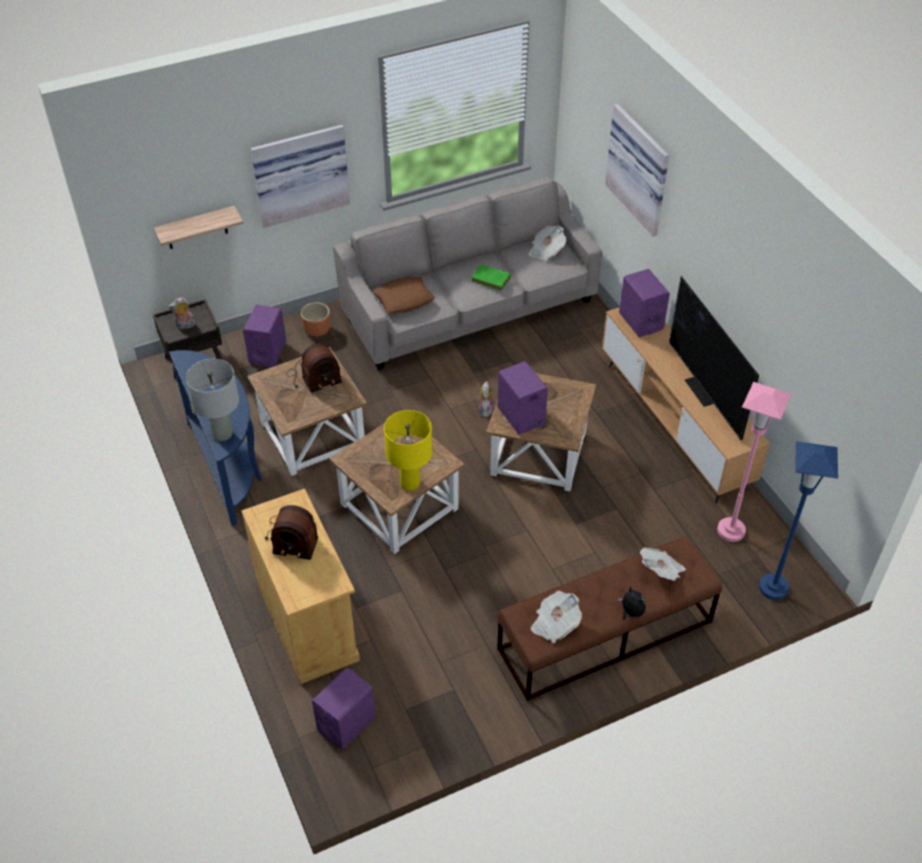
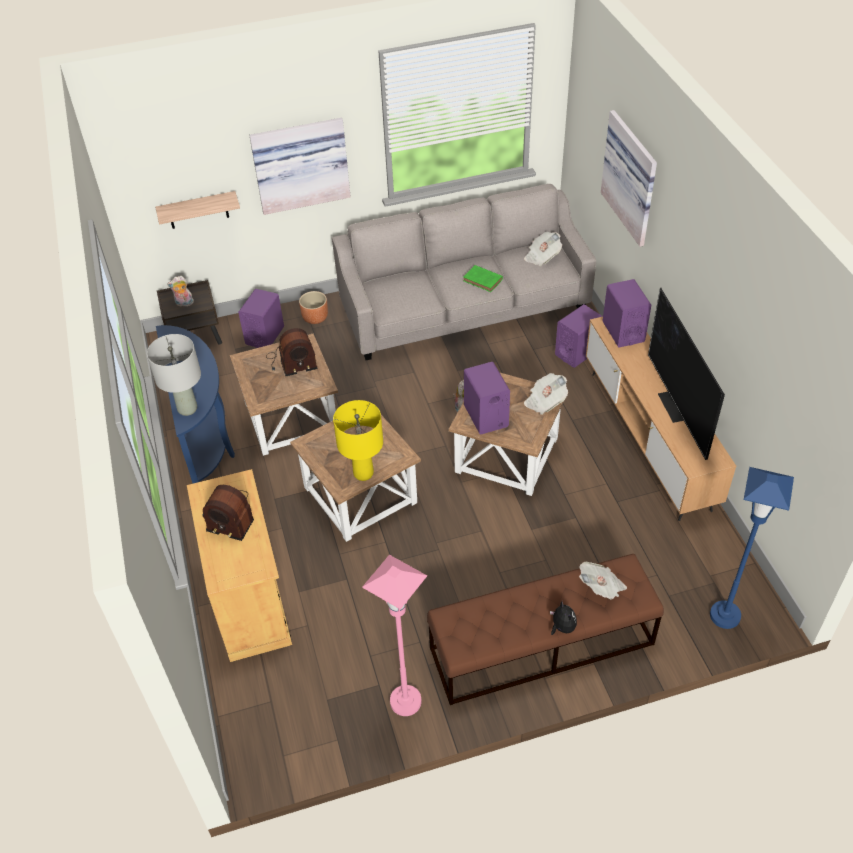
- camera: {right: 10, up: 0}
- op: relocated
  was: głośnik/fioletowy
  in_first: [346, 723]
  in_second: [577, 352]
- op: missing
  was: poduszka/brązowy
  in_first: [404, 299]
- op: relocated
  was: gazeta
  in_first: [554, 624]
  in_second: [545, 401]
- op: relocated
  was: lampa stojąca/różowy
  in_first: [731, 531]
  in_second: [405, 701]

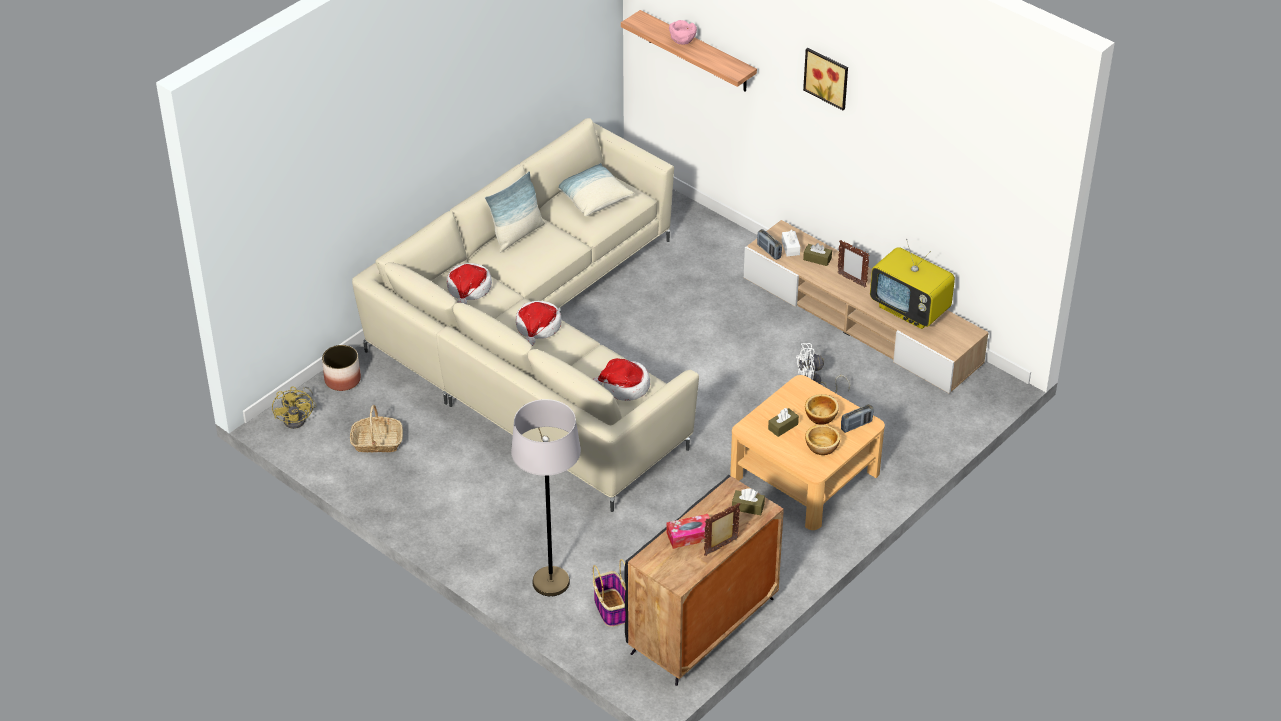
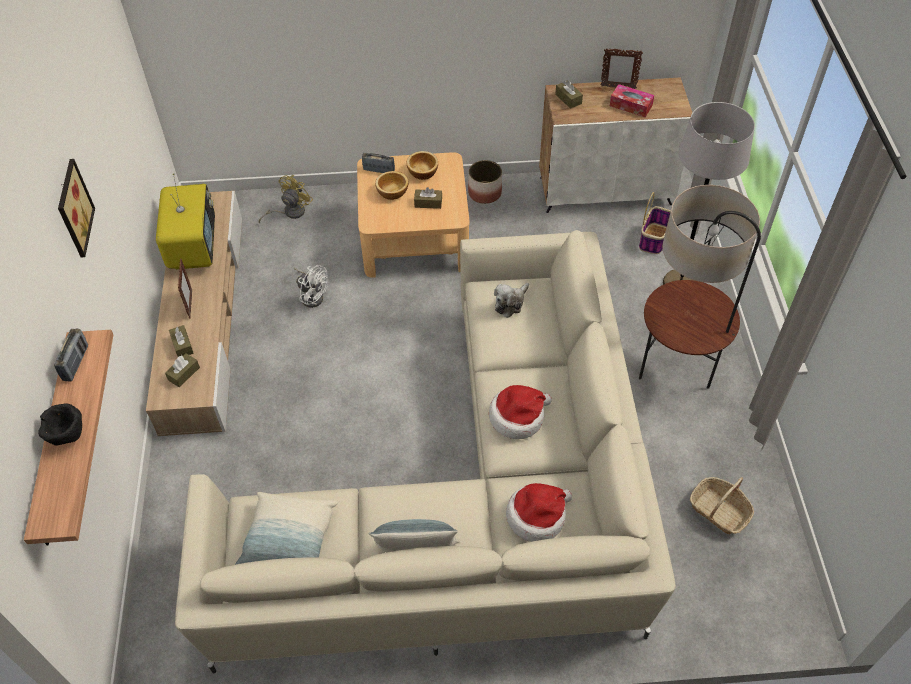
- camera: {right: -135, up: 10}
- op: relocated
  was: wentylator/żółty
  in_first: [298, 418]
  in_second: [290, 212]
- op: relocated
  was: donica
  in_first: [342, 379]
  in_second: [484, 193]
- op: exchanged
  was: kapelusz
  now: pluszak
  in_first: [624, 386]
  in_second: [510, 303]
- op: colour
  was: szafka/czarny
  now: szafka/biały
  in_first: [702, 627]
  in_second: [605, 190]
- op: colour
  was: miska/różowy
  now: miska/czarny
  in_first: [682, 42]
  in_second: [68, 436]
- op: relocated
  was: radio
  in_first: [769, 251]
  in_second: [76, 363]
- op: colour
  was: pudełko chusteczek/biały
  now: pudełko chusteczek/brązowy
  in_first: [790, 247]
  in_second: [184, 374]
- op: appeared
  now: lampa stojąca
  in_second: [675, 372]

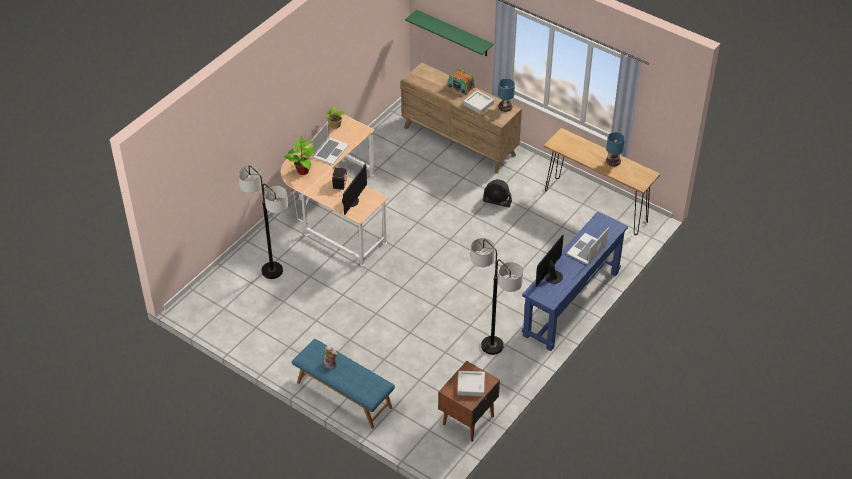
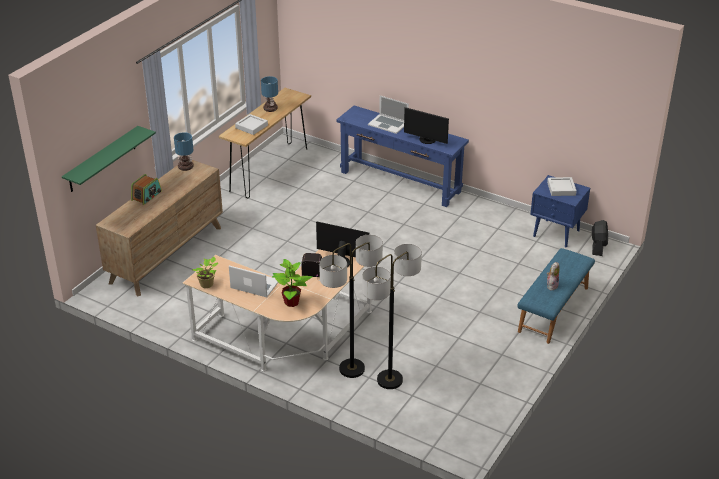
- camera: {right: -95, up: -10}
- op: colour
  was: szafka nocna/brązowy
  now: szafka nocna/niebieski
  in_first: [467, 420]
  in_second: [556, 233]
- op: relocated
  was: taca/szary
  in_first: [478, 104]
  in_second: [251, 126]
- op: relocated
  was: lampa stojąca
  in_first: [492, 346]
  in_second: [352, 369]
- op: relocated
  was: wentylator/czarny
  in_first: [497, 201]
  in_second: [598, 247]

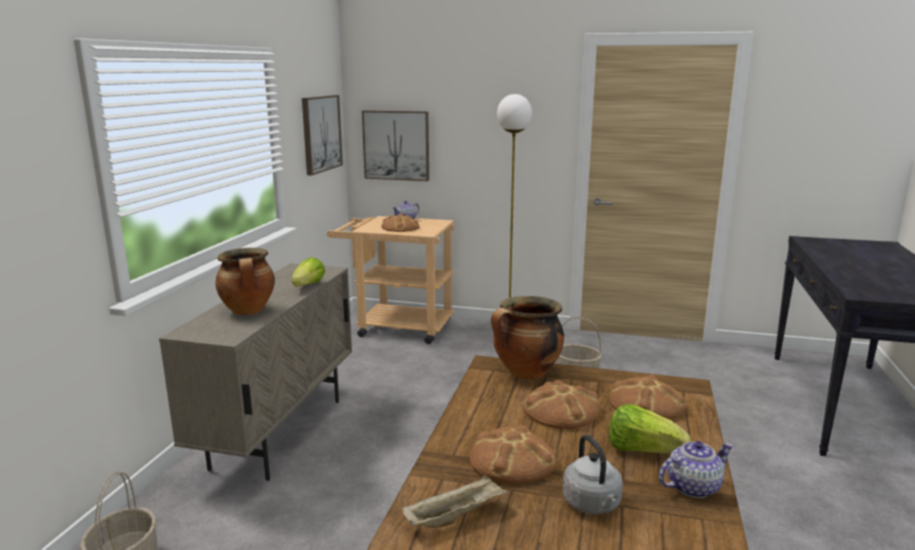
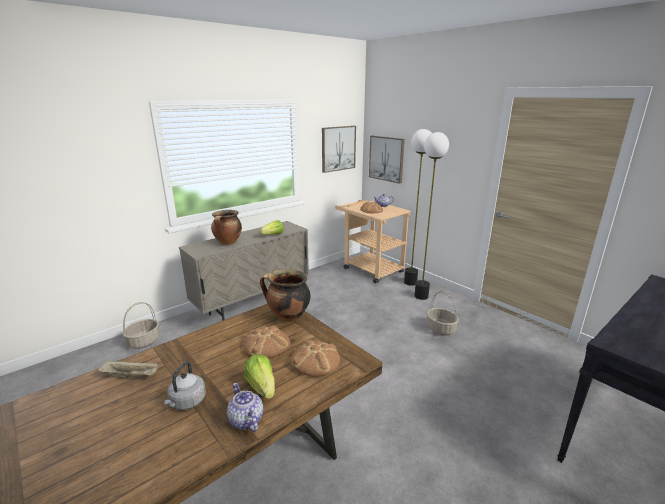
- camera: {right: 35, up: 5}
- op: missing
  was: chleb
  in_first: [512, 460]
- op: spun
  was: imbryk
  in_first: [692, 487]
  in_second: [246, 420]
  clockwise: -135
- op: appeared
  now: lampa stojąca
  in_second: [410, 282]

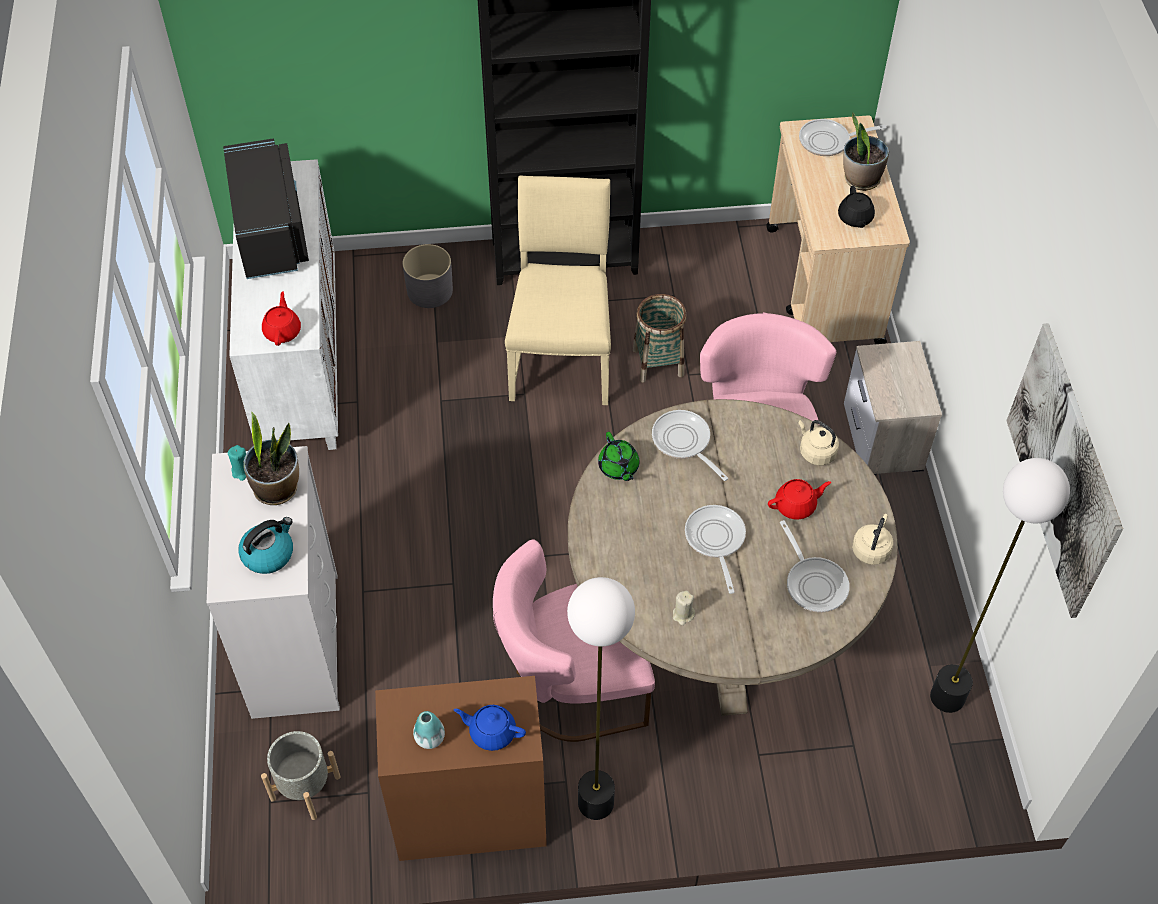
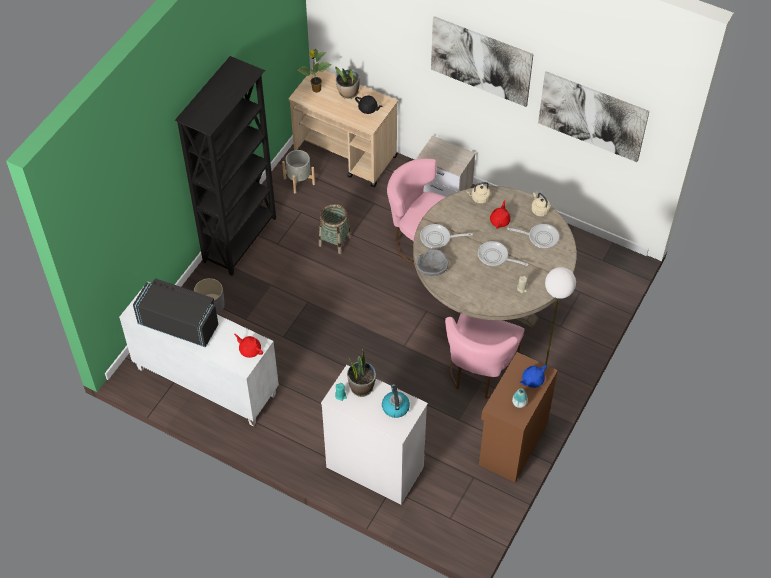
- camera: {right: -55, up: 0}
- op: relocated
  was: donica/szary
  in_first: [305, 788]
  in_second: [299, 181]
- op: missing
  was: krzesło/beżowy
  in_first: [561, 357]
- op: exchanged
  was: imbryk/zielony
  now: miska/szary
  in_first: [618, 467]
  in_second: [432, 268]
- op: exchanged
  was: patelnia
  now: roślina doniczkowa
  in_first: [828, 141]
  in_second: [316, 89]
- op: missing
  was: lampa stojąca
  in_first: [947, 697]
- op: appeared
  now: obraz
  in_second: [481, 61]

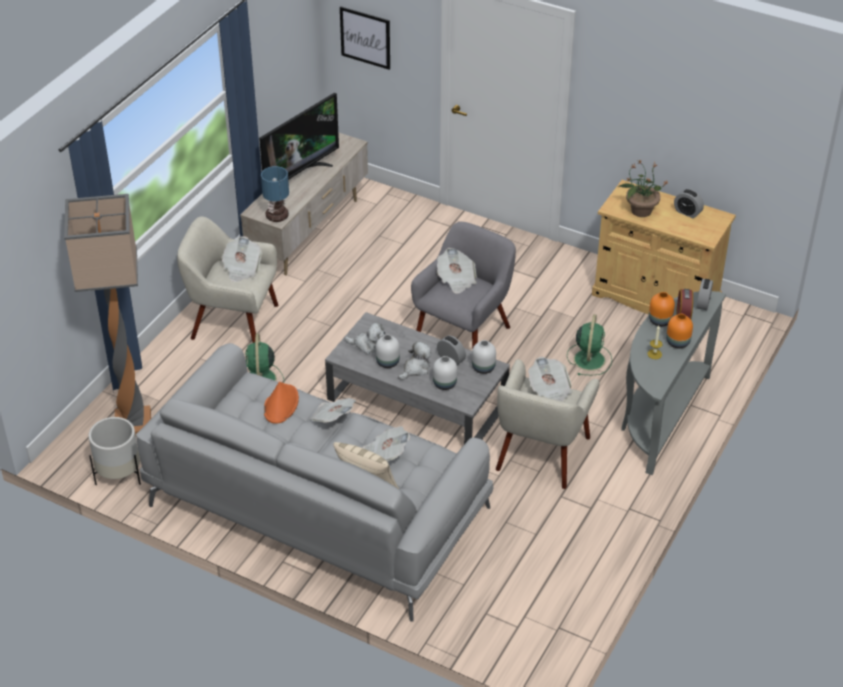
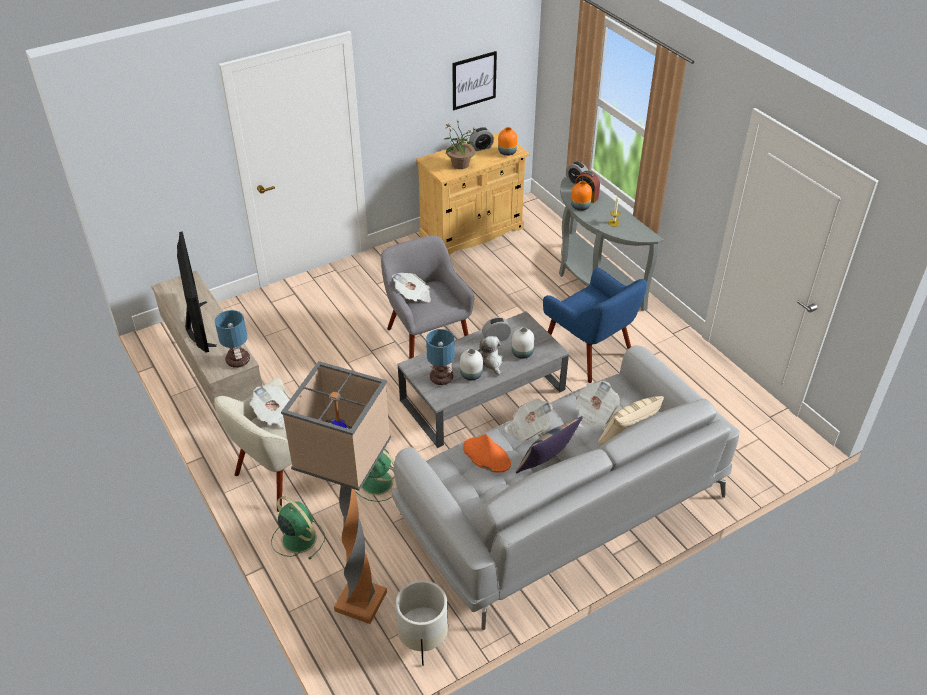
- camera: {right: -60, up: 0}
- op: relocated
  was: obraz
  in_first: [365, 37]
  in_second: [474, 80]
- op: exchanged
  was: pluszak
  now: lampa stołowa
  in_first: [368, 345]
  in_second: [440, 378]
- op: missing
  was: wazon/biały
  in_first: [483, 367]
- op: colour
  was: fotel/beżowy
  now: fotel/niebieski
  in_first: [541, 454]
  in_second: [589, 352]
- op: missing
  was: gazeta
  in_first: [549, 390]
- op: relocated
  was: wentylator/zielony
  in_first: [589, 359]
  in_second: [298, 538]
- op: relocated
  was: wazon/pomarańczowy
  in_first: [677, 342]
  in_second: [507, 152]
- op: appeared
  now: poduszka
  in_second: [546, 464]

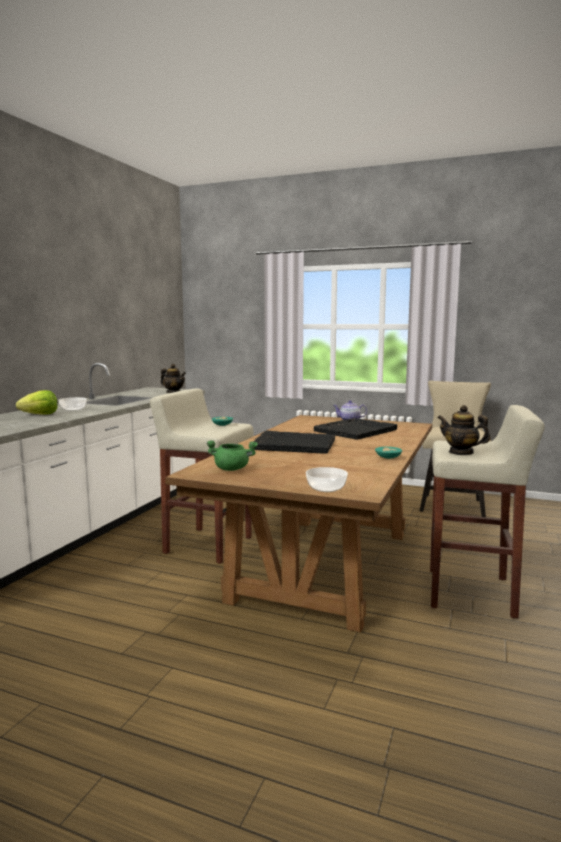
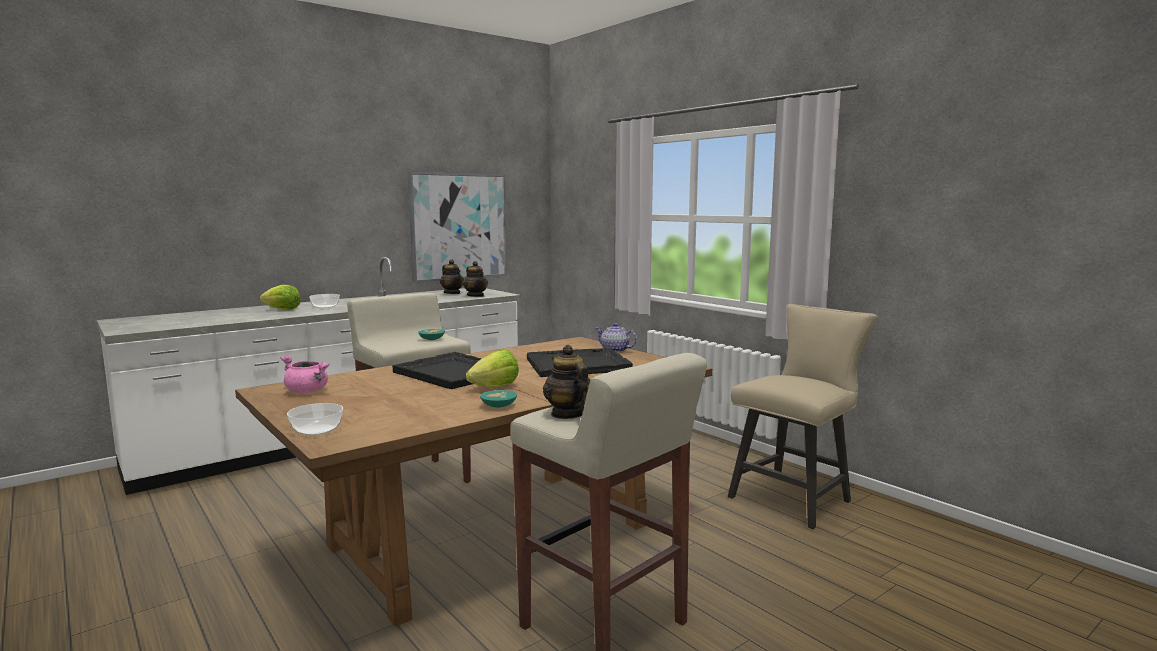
- camera: {right: 30, up: 0}
- op: colour
  was: garnek/zielony
  now: garnek/różowy
  in_first: [232, 469]
  in_second: [308, 391]
- op: appeared
  now: obraz
  in_second: [458, 226]
- op: appeared
  now: imbryk
  in_second: [452, 293]
- op: appeared
  now: sałata
  in_second: [495, 387]

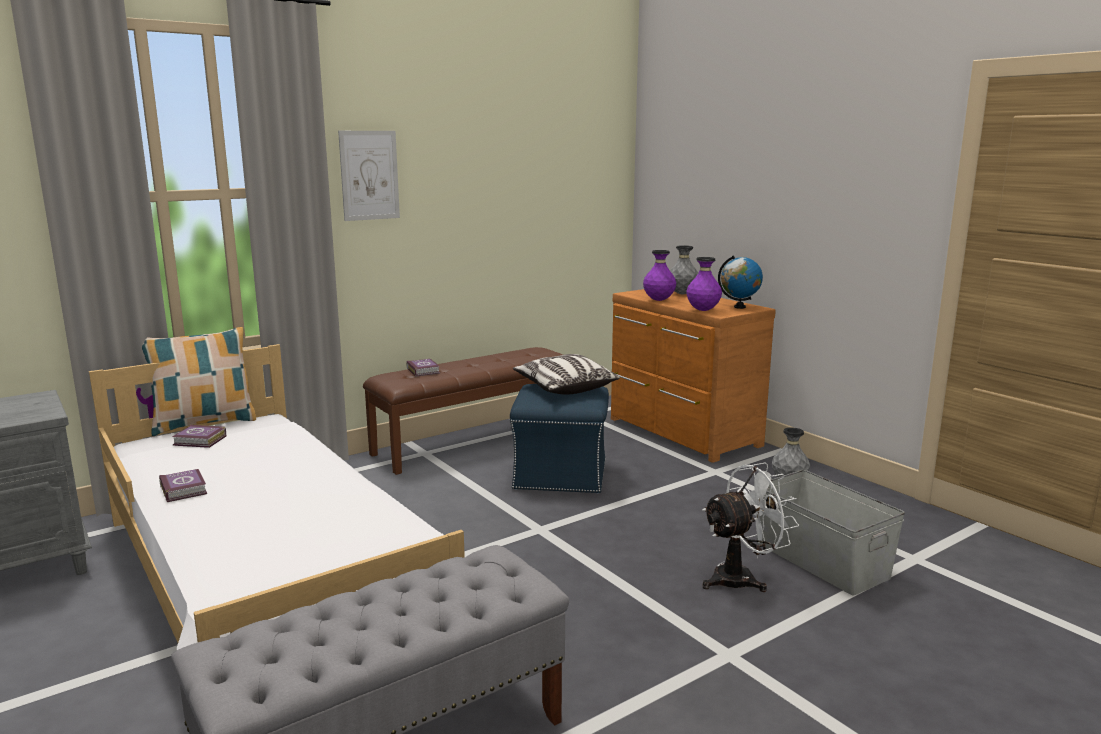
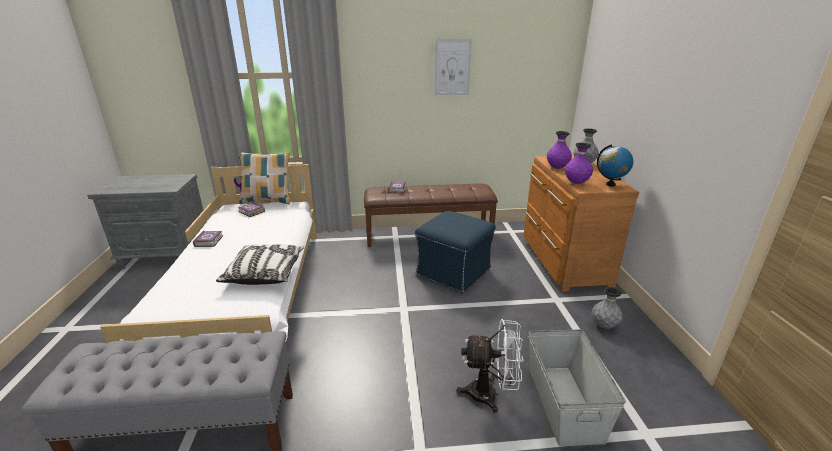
- camera: {right: 30, up: 10}
- op: relocated
  was: obraz
  in_first: [369, 175]
  in_second: [452, 67]
- op: relocated
  was: poduszka
  in_first: [564, 388]
  in_second: [265, 273]

